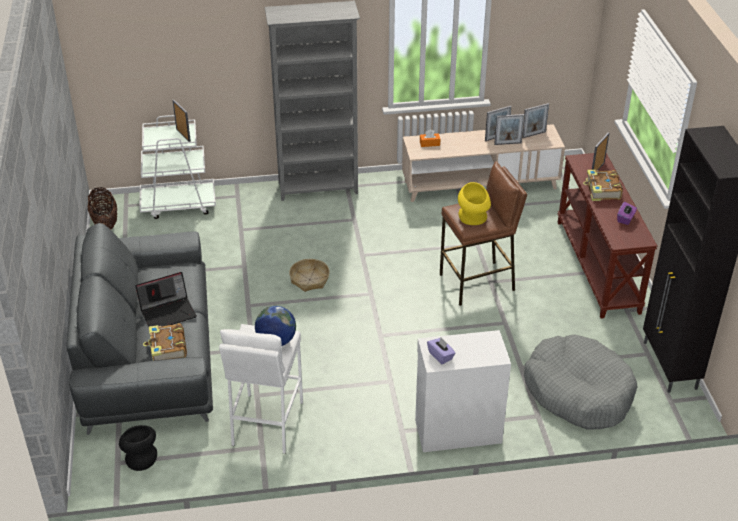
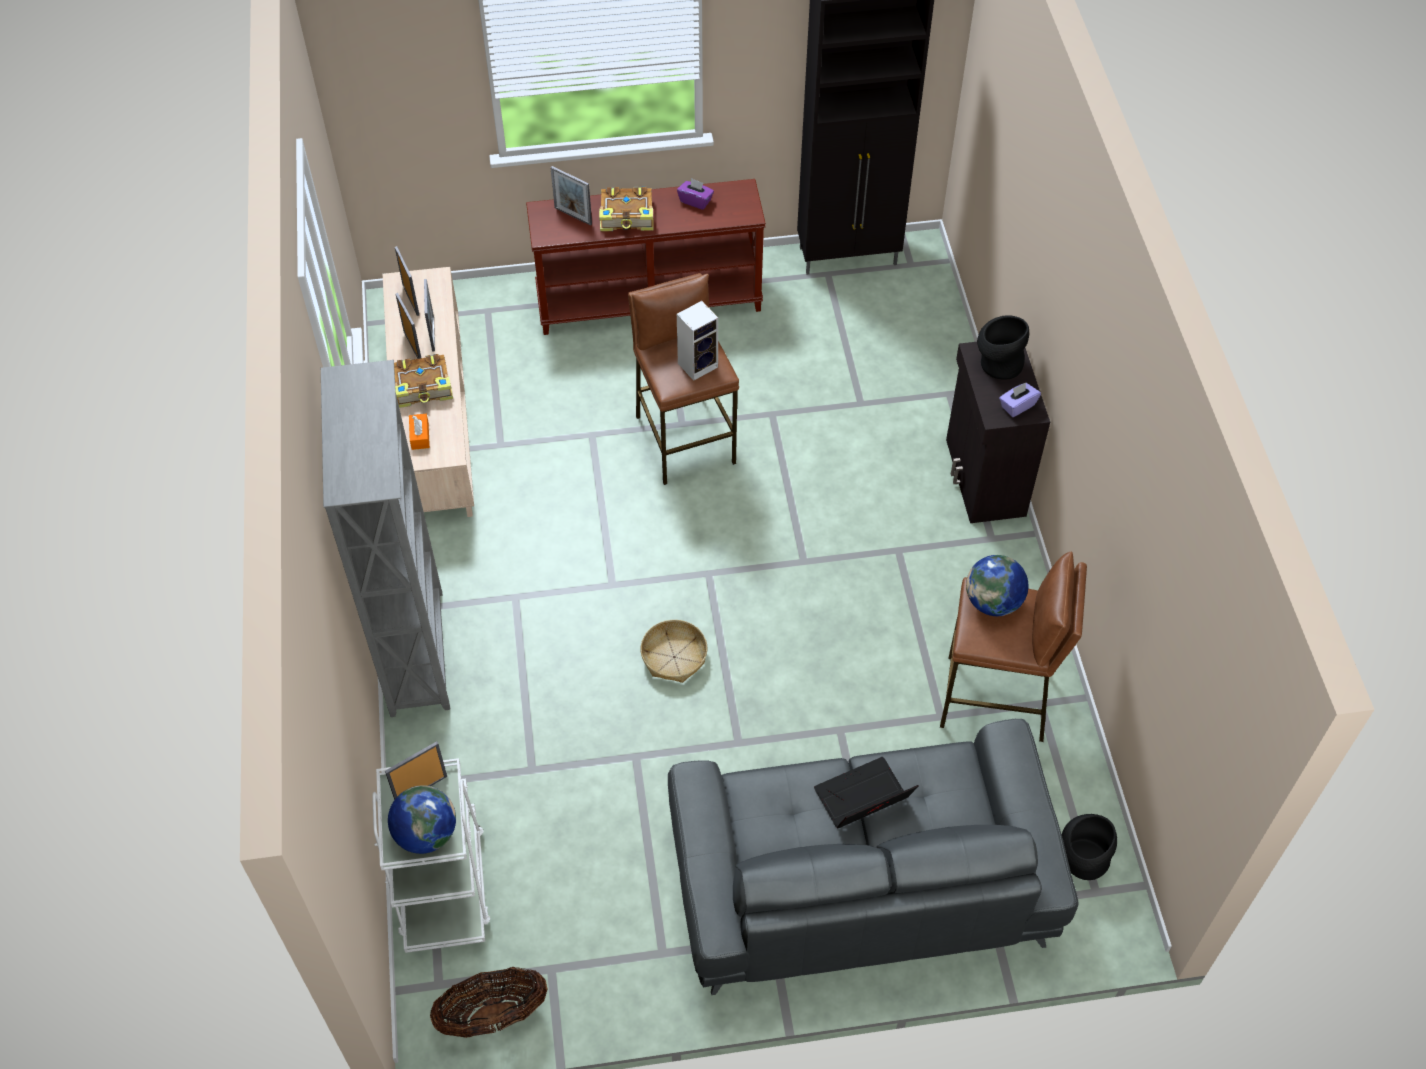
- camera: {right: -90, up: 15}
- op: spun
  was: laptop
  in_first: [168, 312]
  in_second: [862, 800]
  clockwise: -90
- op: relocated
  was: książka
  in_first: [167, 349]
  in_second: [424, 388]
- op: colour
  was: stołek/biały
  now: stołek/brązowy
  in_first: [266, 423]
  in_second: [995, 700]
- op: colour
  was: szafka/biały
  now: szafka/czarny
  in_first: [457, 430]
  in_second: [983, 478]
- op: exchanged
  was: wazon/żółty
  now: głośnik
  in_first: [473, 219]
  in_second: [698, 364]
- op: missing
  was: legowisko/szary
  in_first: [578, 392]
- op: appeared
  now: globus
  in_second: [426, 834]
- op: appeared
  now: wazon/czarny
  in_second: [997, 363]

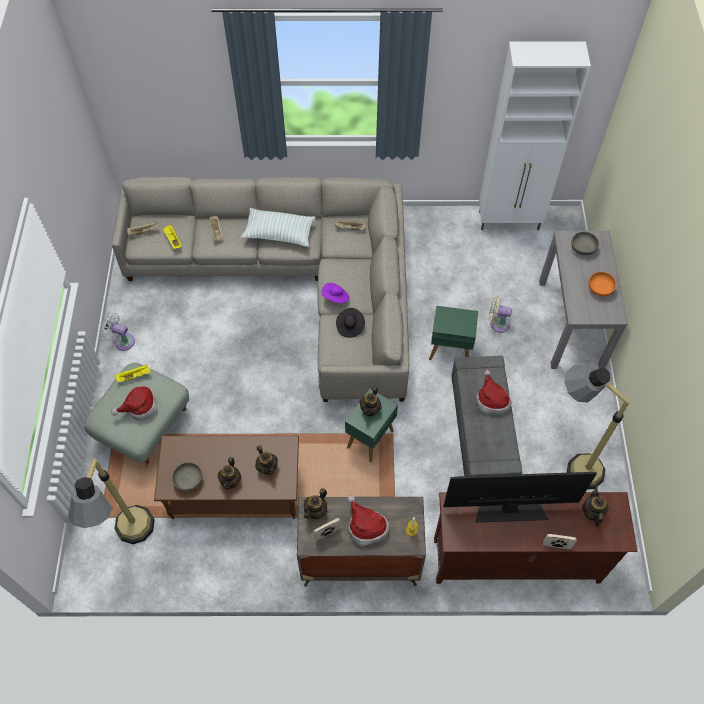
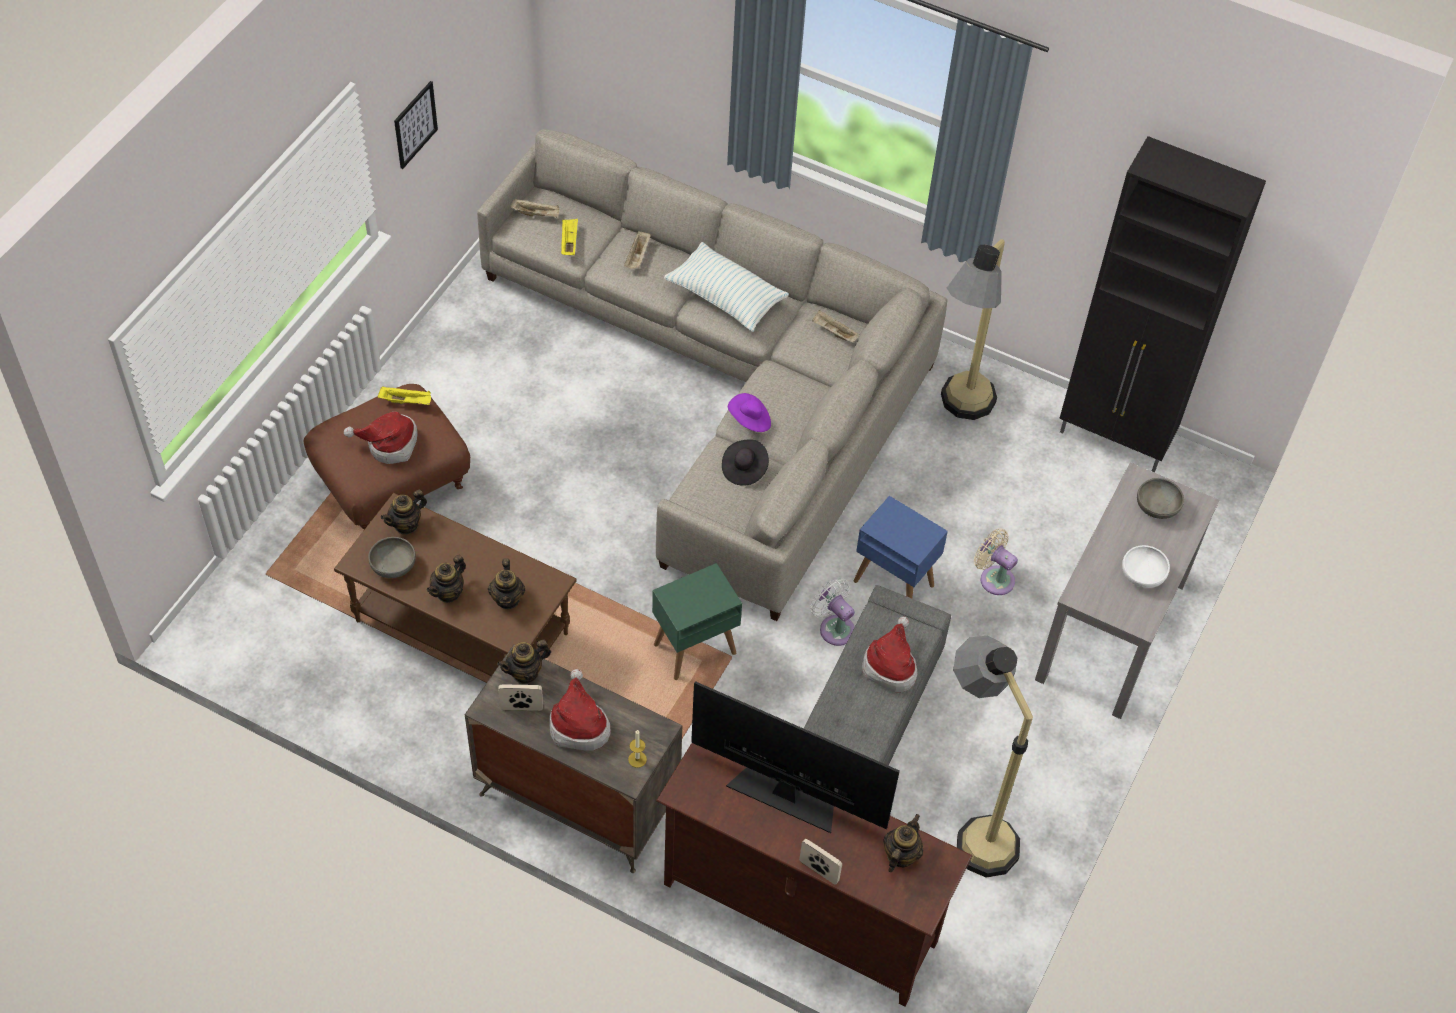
- camera: {right: 25, up: -5}
- op: relocated
  was: lampa stojąca
  in_first: [133, 543]
  in_second: [957, 416]
- op: colour
  was: pufa/szary
  now: pufa/brązowy
  in_first: [144, 425]
  in_second: [393, 483]
- op: relocated
  was: wentylator/biały
  in_first: [122, 341]
  in_second: [834, 627]
- op: relocated
  was: imbryk
  in_first: [370, 409]
  in_second: [406, 524]
- op: colour
  was: stolik/zielony
  now: stolik/niebieski
  in_first: [449, 351]
  in_second: [892, 583]
- op: colour
  was: szafka/biały
  now: szafka/czarny
  in_first: [510, 221]
  in_second: [1115, 438]
- op: colour
  was: miska/pomarańczowy
  now: miska/biały
  in_first: [600, 289]
  in_second: [1142, 574]
- op: appeared
  now: obraz
  in_second: [415, 124]

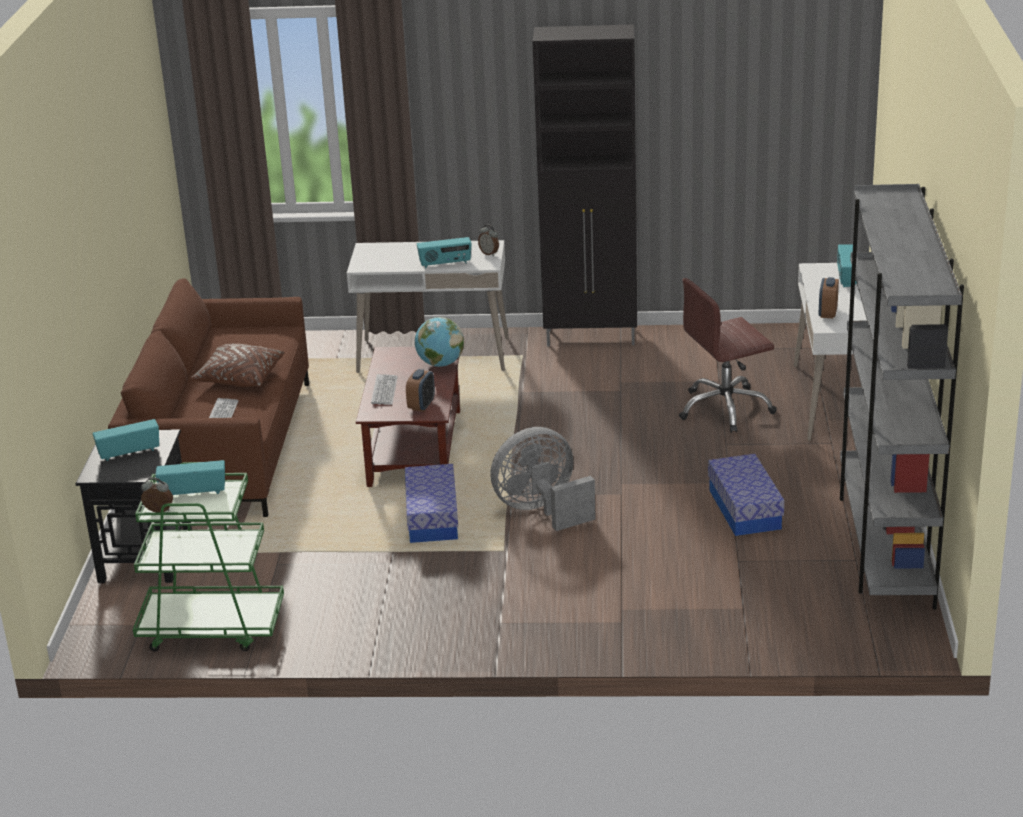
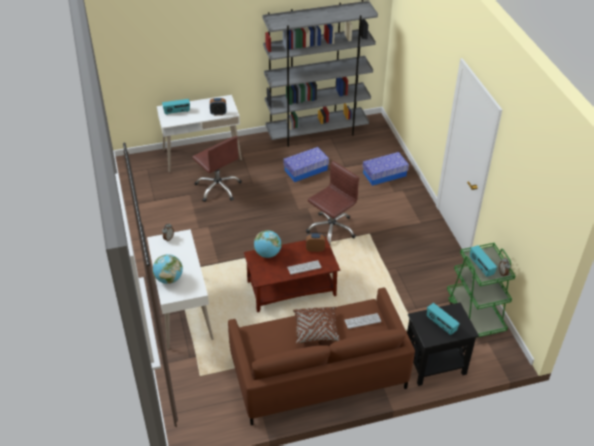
- camera: {right: -110, up: 15}
- op: relocated
  was: pojemnik do przechowywania
  in_first: [432, 518]
  in_second: [384, 174]
- op: missing
  was: radio
  in_first: [445, 264]
- op: exchanged
  was: wentylator/szary
  now: krzesło biurowe/brązowy
  in_first: [542, 510]
  in_second: [331, 229]
- op: missing
  was: szafka/czarny
  in_first: [592, 337]
- op: appeared
  now: globus
  in_second: [169, 279]

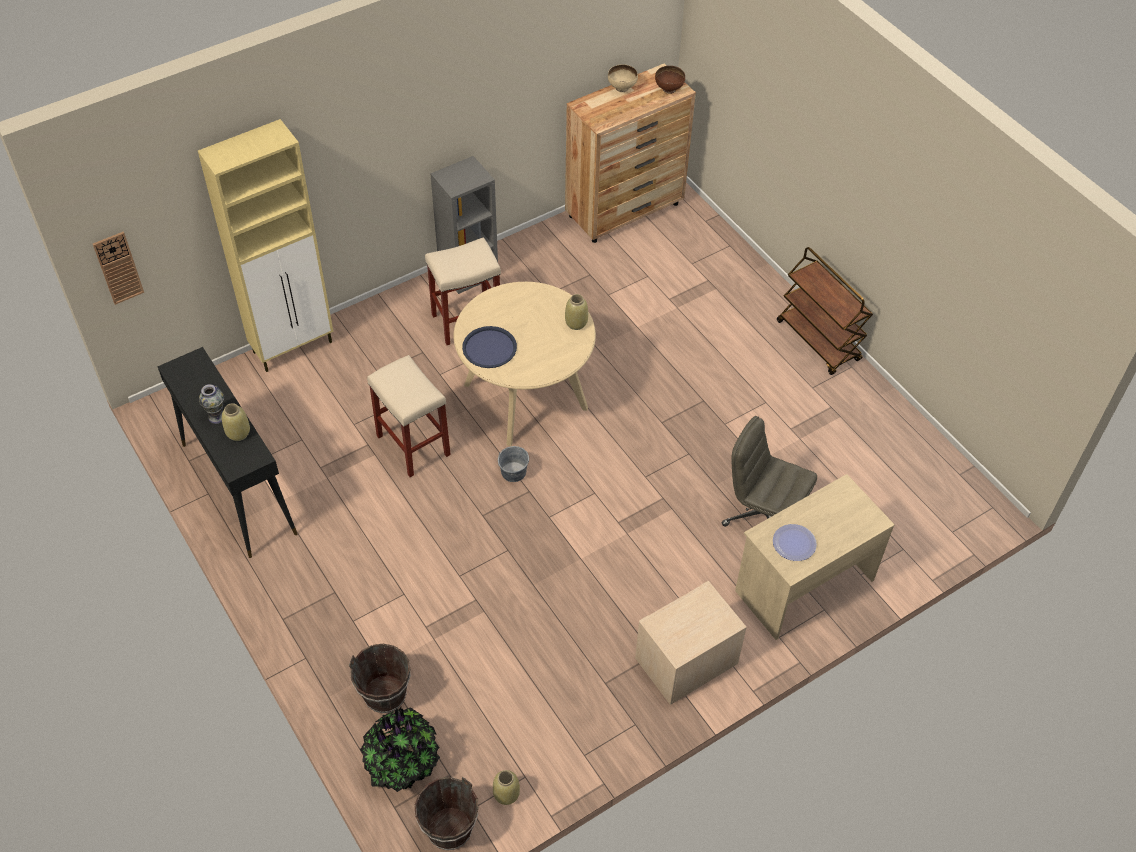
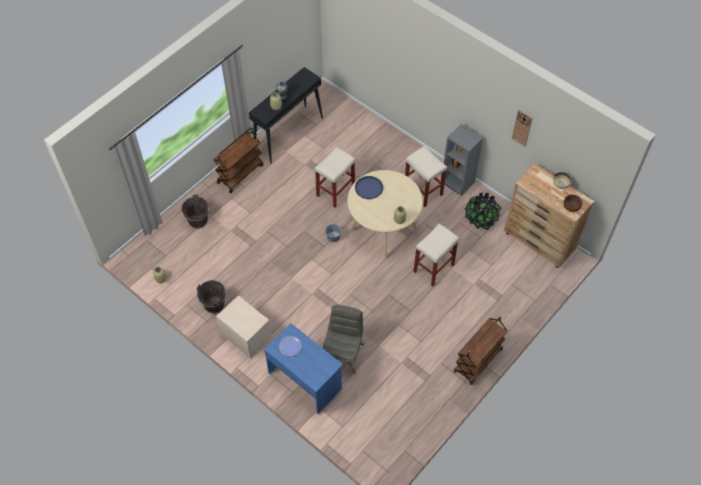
- camera: {right: 75, up: 5}
- op: relocated
  was: zegar ścienny
  in_first: [118, 268]
  in_second: [522, 128]
- op: missing
  was: szafka/beżowy
  in_first: [294, 347]
- op: relocated
  was: roślina doniczkowa
  in_first: [402, 763]
  in_second: [481, 219]
- op: relocated
  was: wiadro/brązowy
  in_first: [449, 829]
  in_second: [214, 305]
- op: colour
  was: biurko/beżowy
  now: biurko/niebieski
  in_first: [803, 584]
  in_second: [305, 380]
- op: appeared
  now: wózek/brązowy
  in_second: [240, 173]
- op: appeared
  now: stołek/beżowy
  in_second: [433, 269]

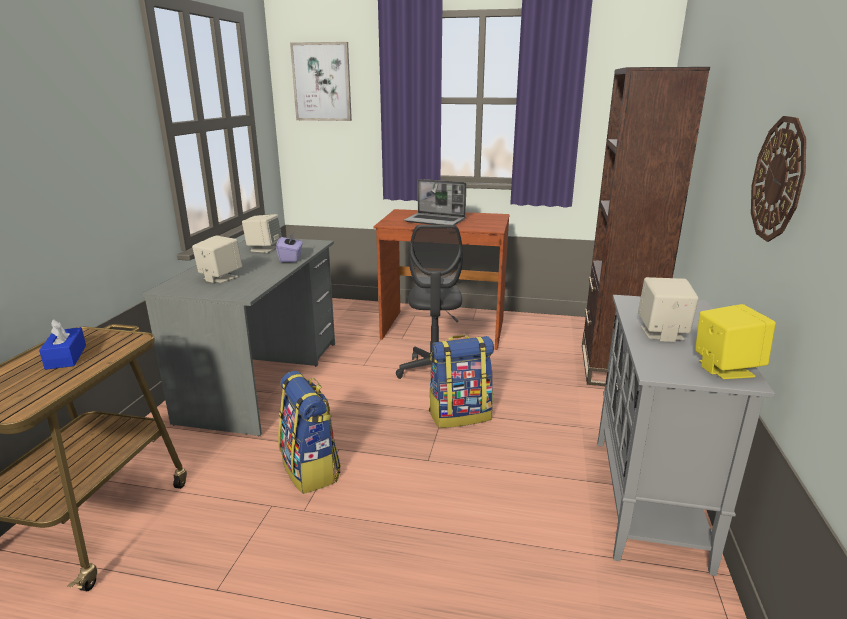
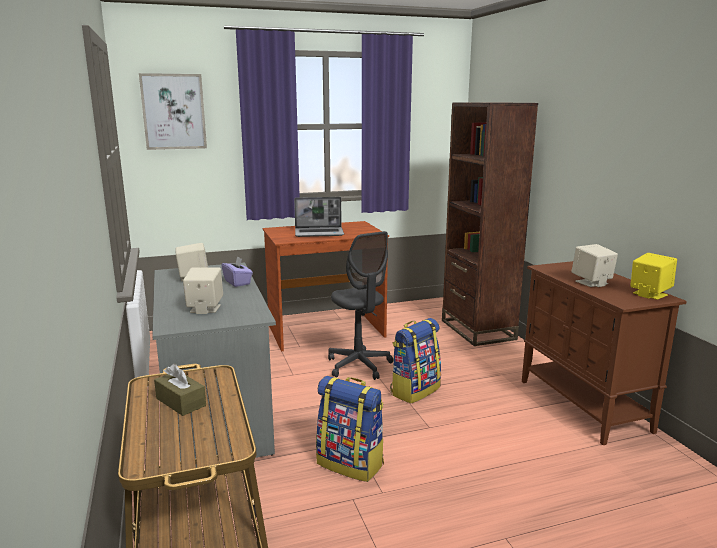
- camera: {right: -30, up: -5}
- op: colour
  was: pudełko chusteczek/niebieski
  now: pudełko chusteczek/brązowy
  in_first: [66, 357]
  in_second: [181, 402]
- op: colour
  was: szafka/szary
  now: szafka/brązowy
  in_first: [648, 500]
  in_second: [584, 406]
- op: missing
  was: zegar ścienny
  in_first: [778, 179]

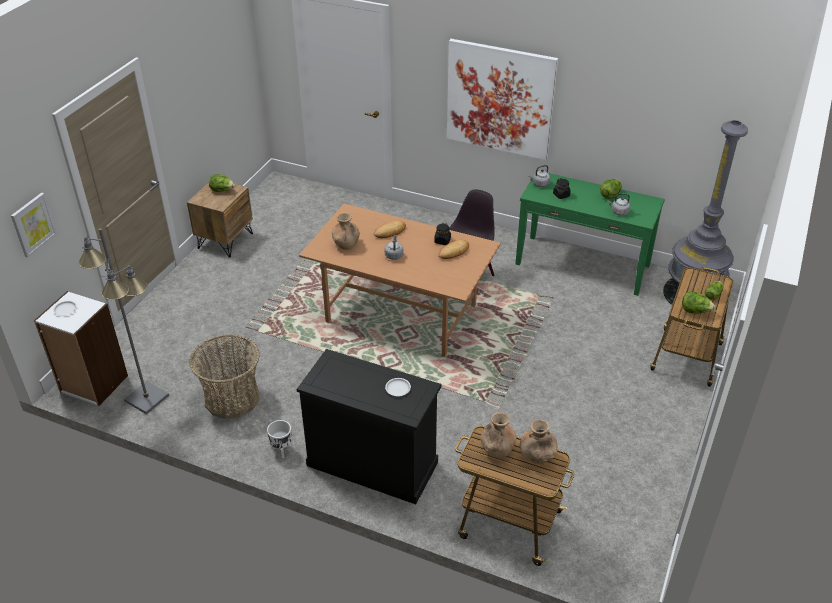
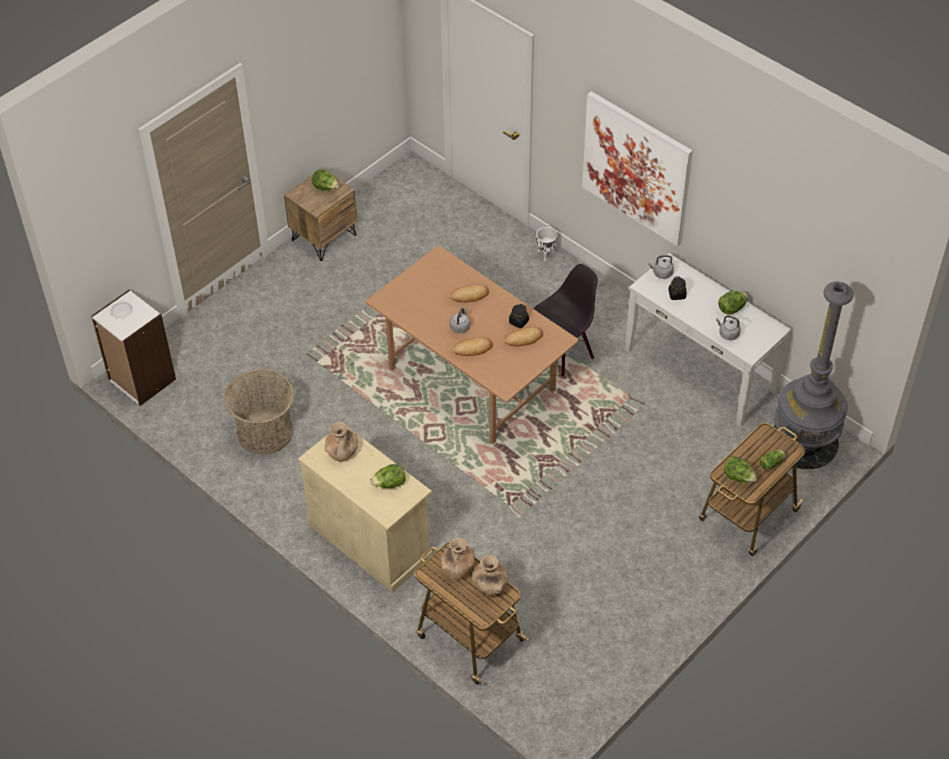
- camera: {right: 20, up: 10}
- op: missing
  was: obraz
  in_first: [33, 224]
- op: missing
  was: lampa stojąca/szary
  in_first: [147, 398]
- op: relocated
  was: donica/biały
  in_first: [282, 450]
  in_second: [545, 254]
- op: colour
  was: szafka/czarny
  now: szafka/beżowy
  in_first: [372, 463]
  in_second: [370, 540]
- op: relocated
  was: wazon/brązowy
  in_first: [346, 244]
  in_second: [342, 453]
- op: exchanged
  was: talerz/biały
  now: sałata
  in_first: [398, 388]
  in_second: [389, 484]
- op: colour
  was: stolik konsolowy/zielony
  now: stolik konsolowy/biały
  in_first: [582, 264]
  in_second: [700, 370]
- op: appeared
  now: chleb
  in_second: [472, 348]

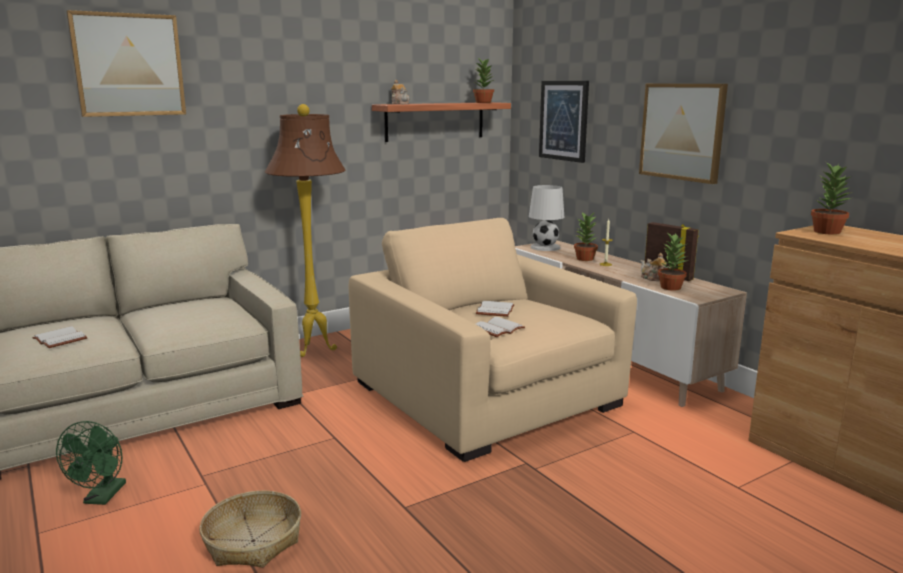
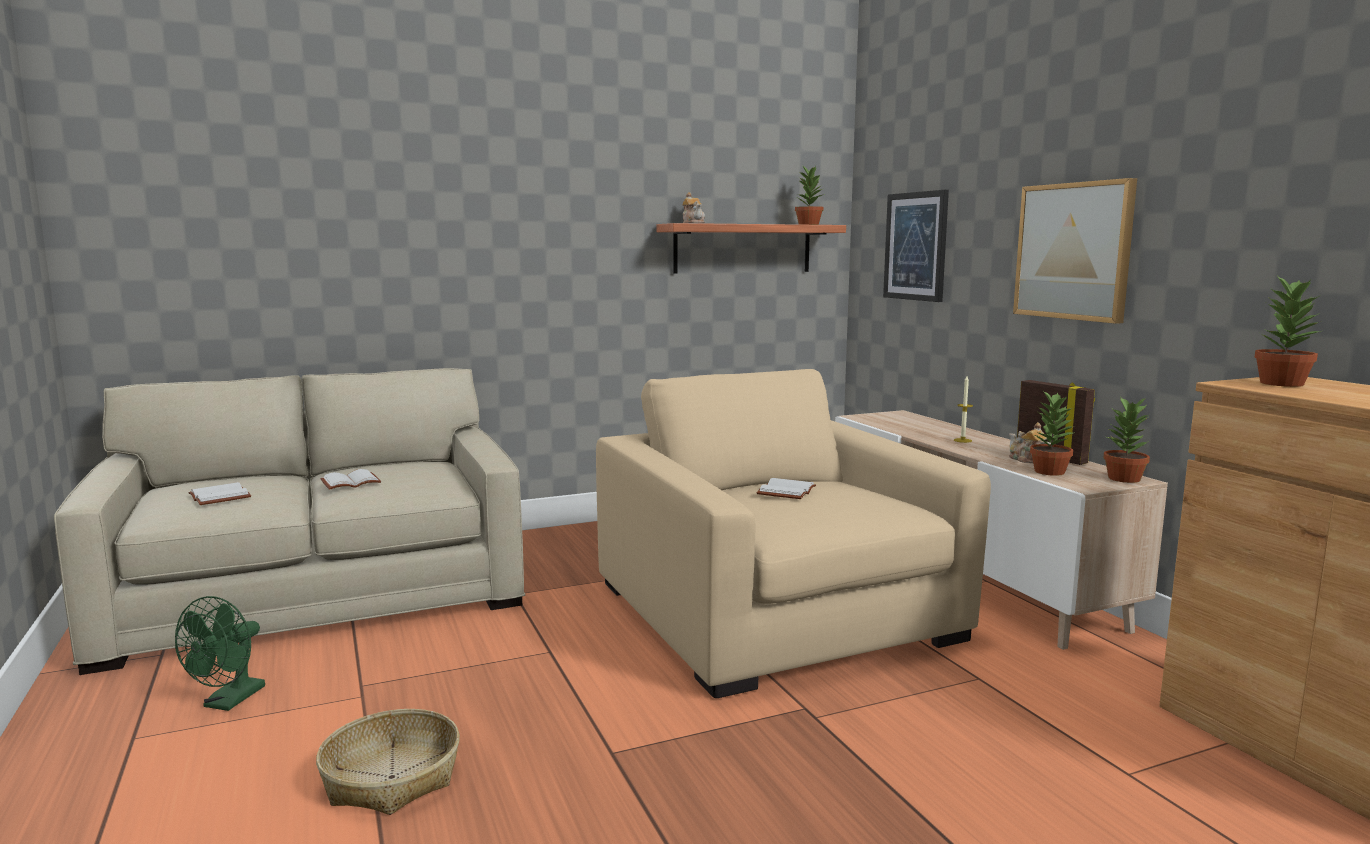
- camera: {right: 10, up: -5}
- op: missing
  was: obraz
  in_first: [128, 65]
- op: missing
  was: lampa stojąca/brązowy
  in_first: [316, 350]
- op: relocated
  was: książka/biały
  in_first: [498, 329]
  in_second: [350, 483]
- op: missing
  was: lampa stołowa/biały
  in_first: [545, 247]
- op: relocated
  was: roślina doniczkowa
  in_first: [585, 259]
  in_second: [1124, 479]

